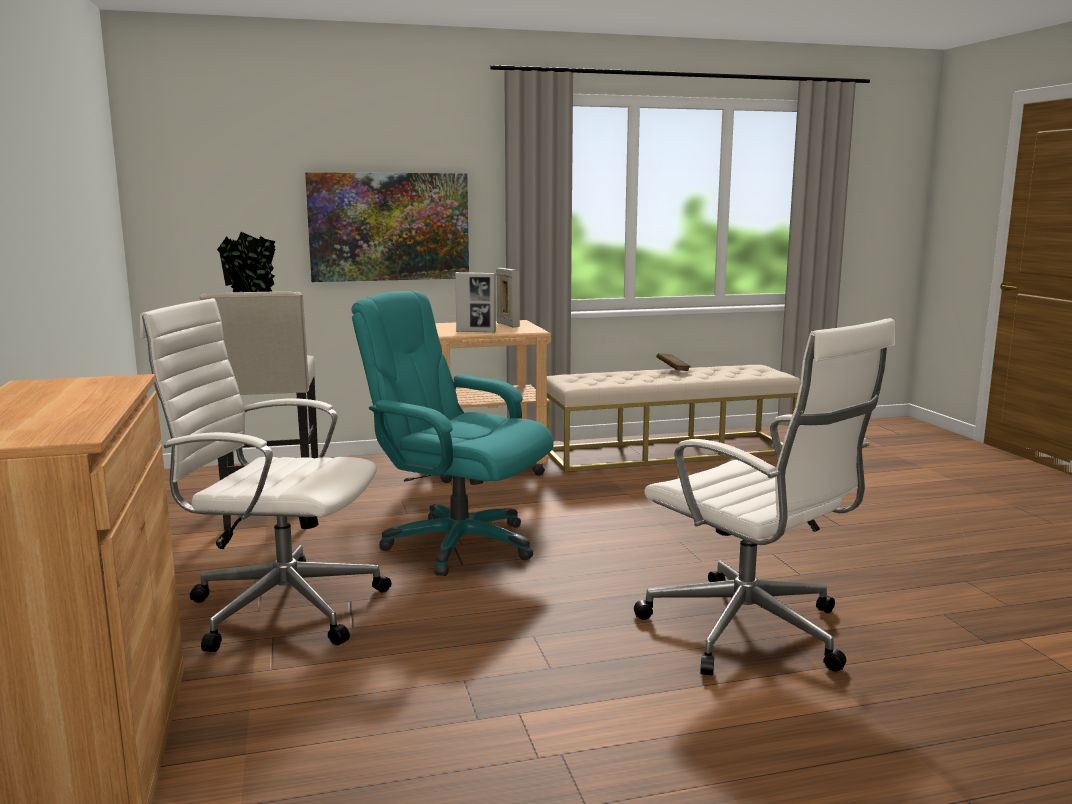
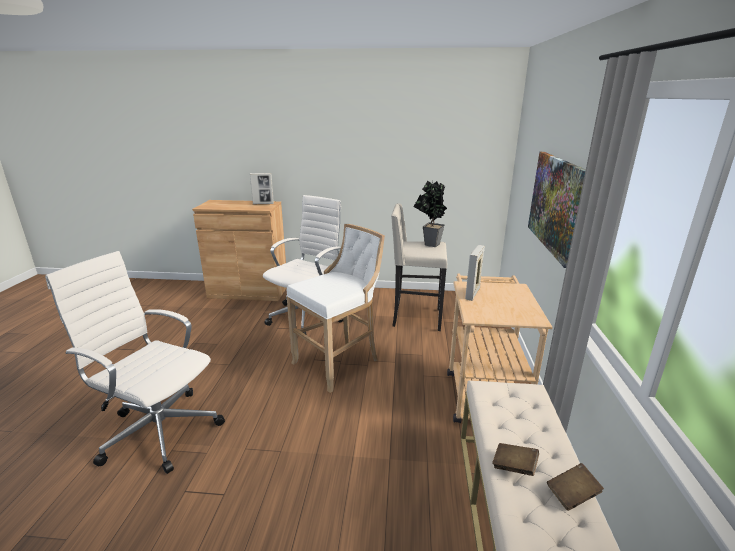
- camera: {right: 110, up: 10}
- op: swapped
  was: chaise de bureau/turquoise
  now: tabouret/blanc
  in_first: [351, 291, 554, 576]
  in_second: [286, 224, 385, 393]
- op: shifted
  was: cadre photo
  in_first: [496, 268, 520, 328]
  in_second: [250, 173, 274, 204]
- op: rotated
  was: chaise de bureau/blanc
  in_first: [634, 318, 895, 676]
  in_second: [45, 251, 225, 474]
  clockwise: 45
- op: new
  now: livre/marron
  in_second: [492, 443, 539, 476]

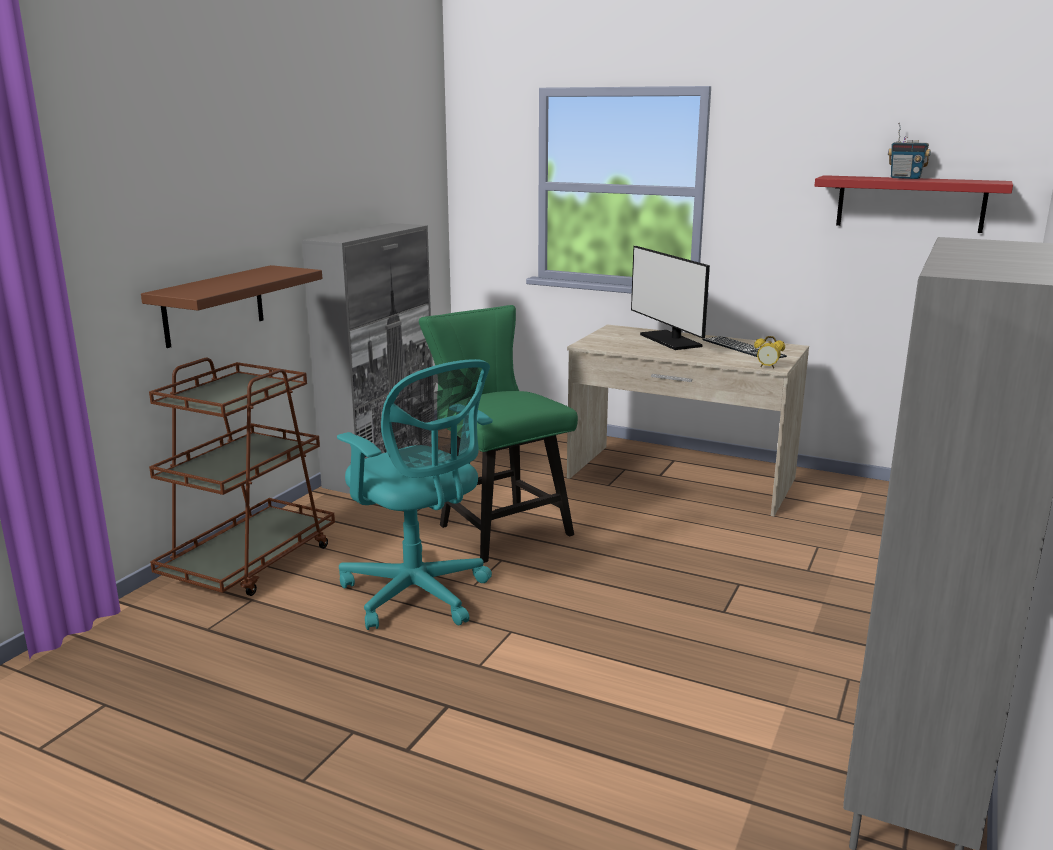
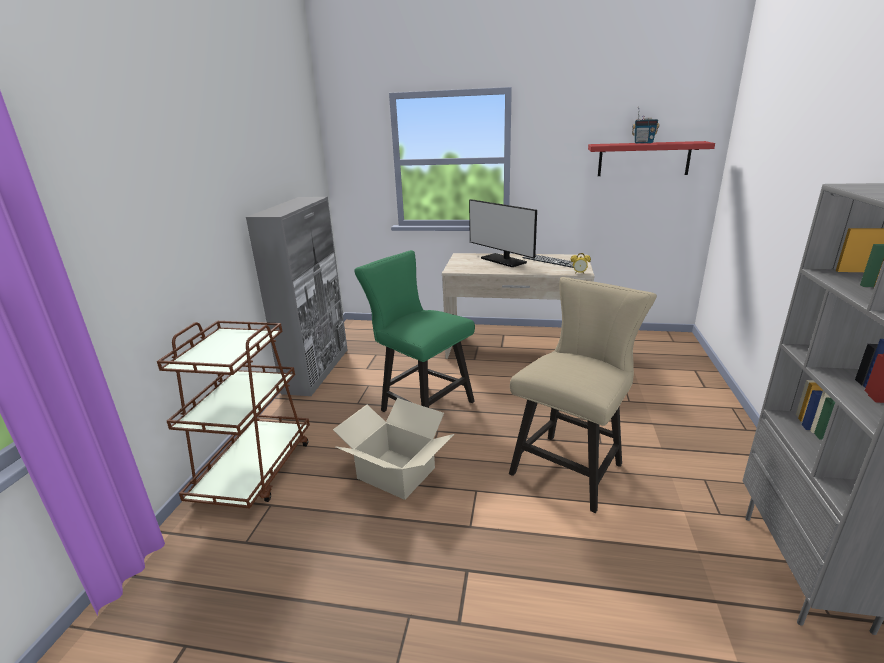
- camera: {right: -15, up: 5}
- op: gone
  was: étagère/marron
  in_first: [141, 265, 322, 348]
- op: swapped
  was: chaise de bureau/turquoise
  now: carton
  in_first: [337, 359, 493, 630]
  in_second: [333, 398, 454, 500]
- op: new
  now: chaise/beige
  in_second: [509, 277, 657, 513]

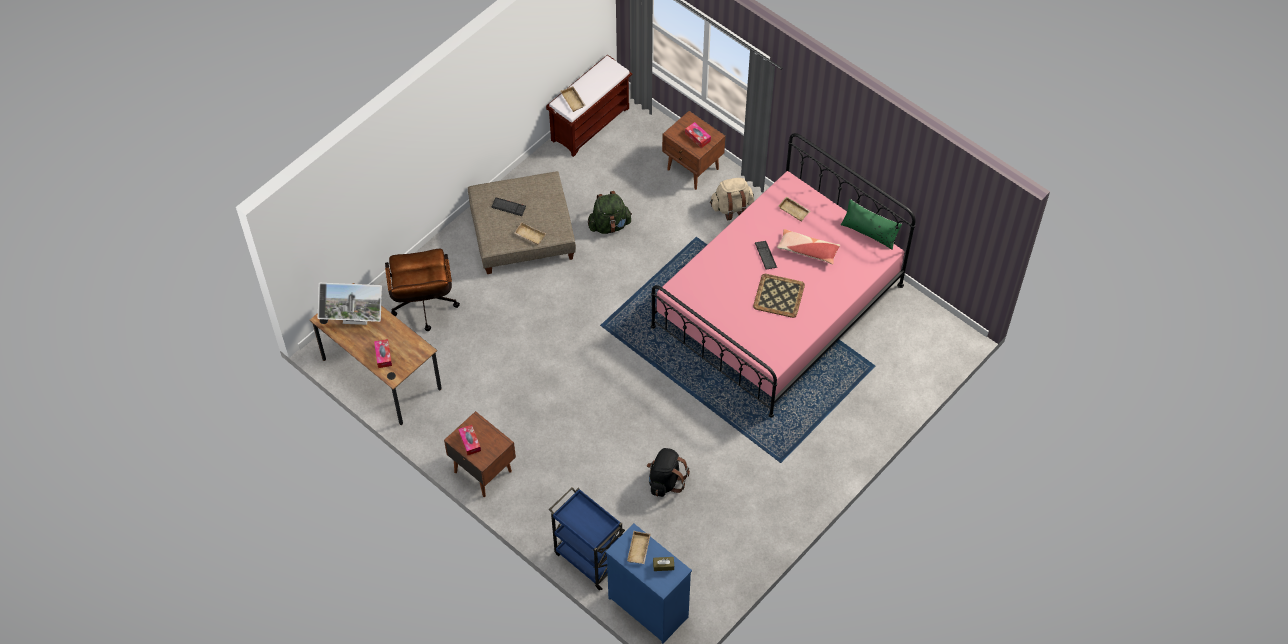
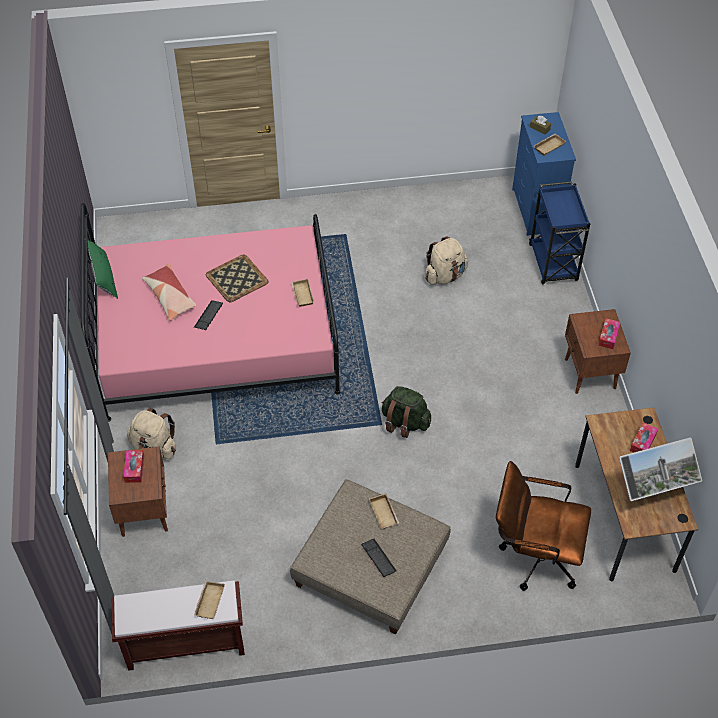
- camera: {right: -140, up: -5}
- op: rotated
  was: écran d'ordinateur
  in_first: [318, 283, 382, 325]
  in_second: [619, 438, 702, 501]
  clockwise: 120
- op: rotated
  was: chaise de bureau/marron
  in_first: [385, 249, 460, 331]
  in_second: [496, 461, 591, 591]
  clockwise: -105
- op: shifted
  was: sac à dos/vert
  in_first: [588, 191, 632, 234]
  in_second: [382, 386, 431, 438]
- op: repainted
  was: sac à dos/noir
  now: sac à dos/beige
  in_first: [647, 448, 690, 497]
  in_second: [424, 236, 468, 285]
- op: shifted
  was: plateau/beige
  in_first: [778, 196, 810, 222]
  in_second: [291, 279, 314, 307]

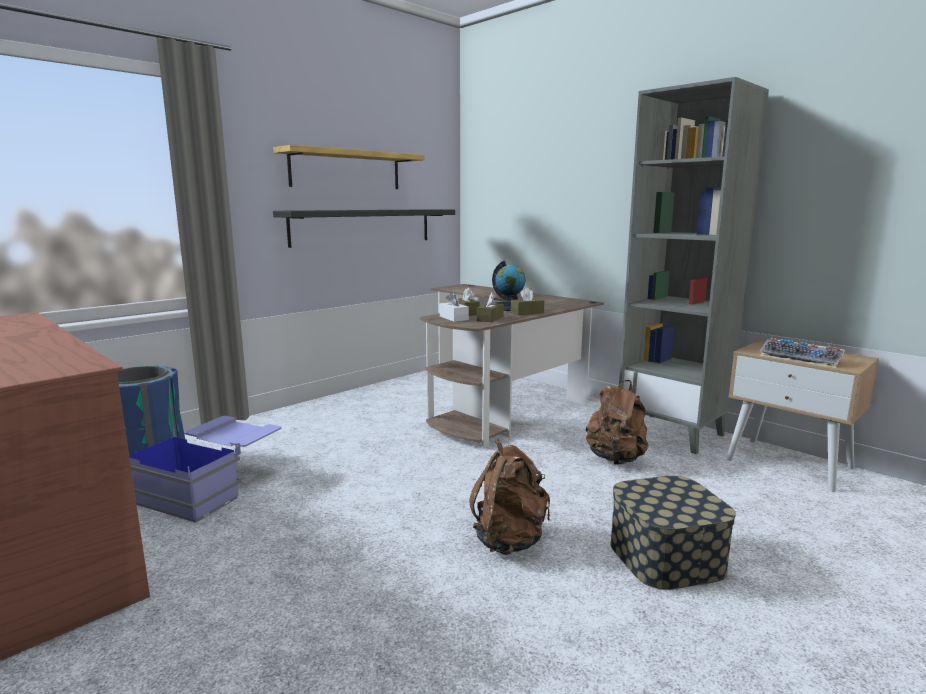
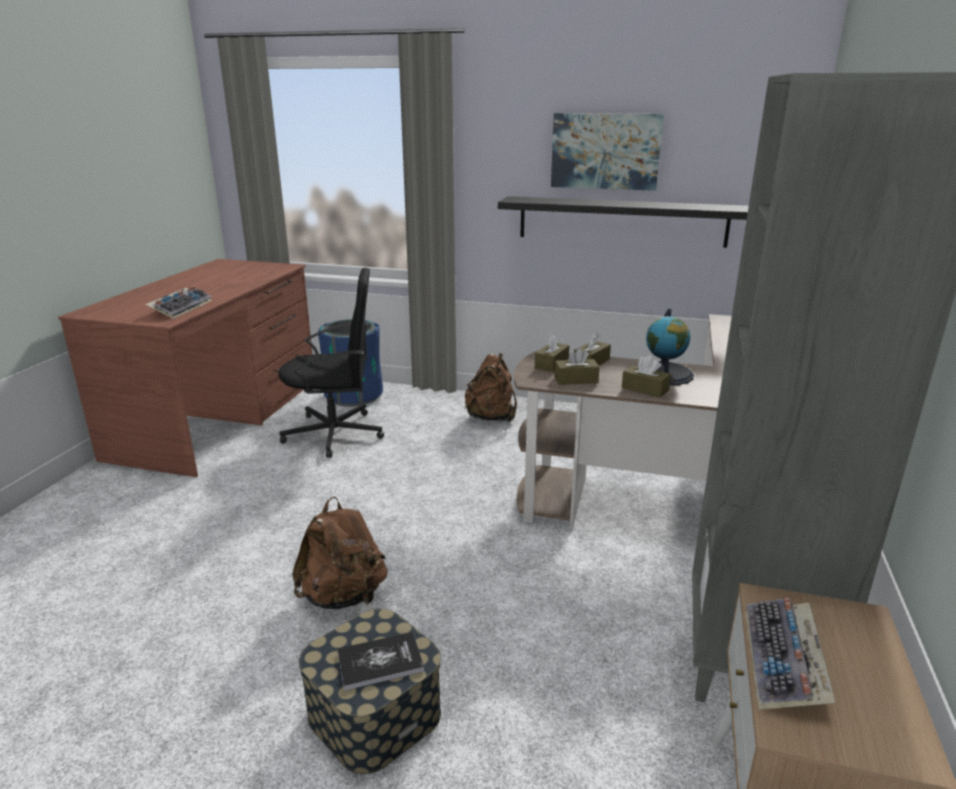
- camera: {right: 60, up: 10}
- op: swapped
  was: boîte de rangement/bleu
  now: chaise de bureau/noir
  in_first: [129, 416, 282, 523]
  in_second: [278, 268, 384, 458]
- op: swapped
  was: étagère
  now: tableau
  in_first: [273, 145, 425, 189]
  in_second: [551, 113, 664, 191]
- op: repainted
  was: boîte à mouchoirs/blanc
  now: boîte à mouchoirs/marron
  in_first: [440, 292, 469, 322]
  in_second: [535, 333, 569, 372]
- op: shifted
  was: sac à dos/marron
  in_first: [586, 380, 648, 465]
  in_second: [464, 353, 517, 422]
- op: new
  now: clavier
  in_second: [145, 286, 212, 319]
- op: new
  now: livre
  in_second: [337, 632, 424, 691]

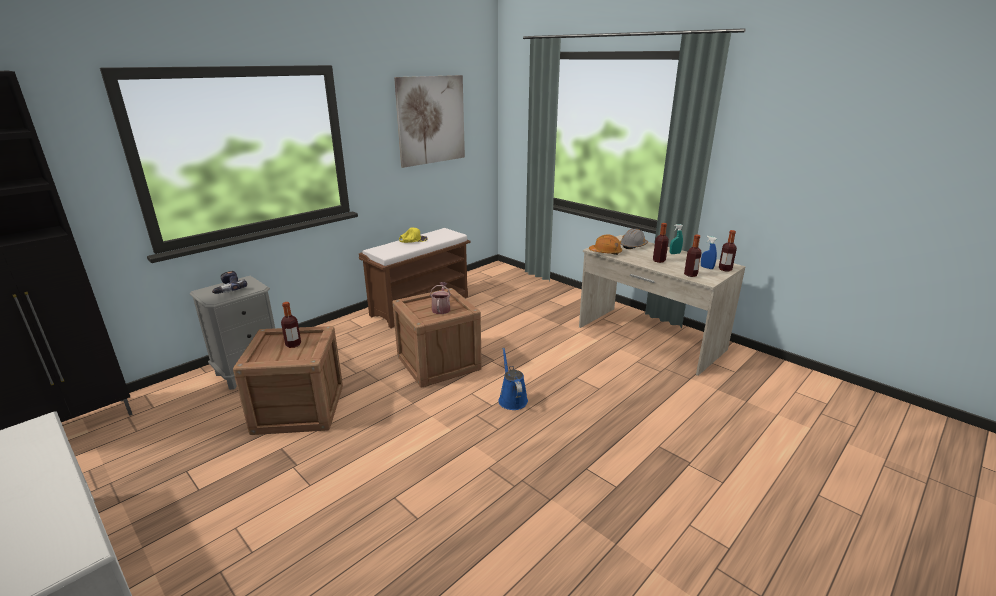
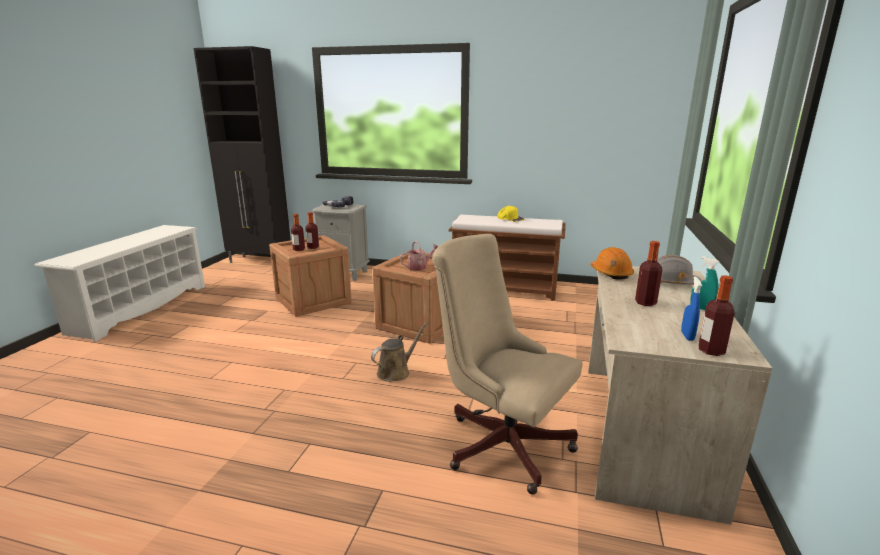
- camera: {right: 60, up: -5}
- op: gone
  was: tableau
  in_first: [394, 75, 465, 168]
- op: repainted
  was: arrosoir/bleu
  now: arrosoir/marron
  in_first: [498, 347, 528, 410]
  in_second: [371, 322, 428, 382]
- op: shifted
  was: bouteille
  in_first: [684, 235, 702, 277]
  in_second: [291, 214, 305, 251]
- op: new
  now: chaise de bureau/beige
  in_second: [432, 234, 583, 495]

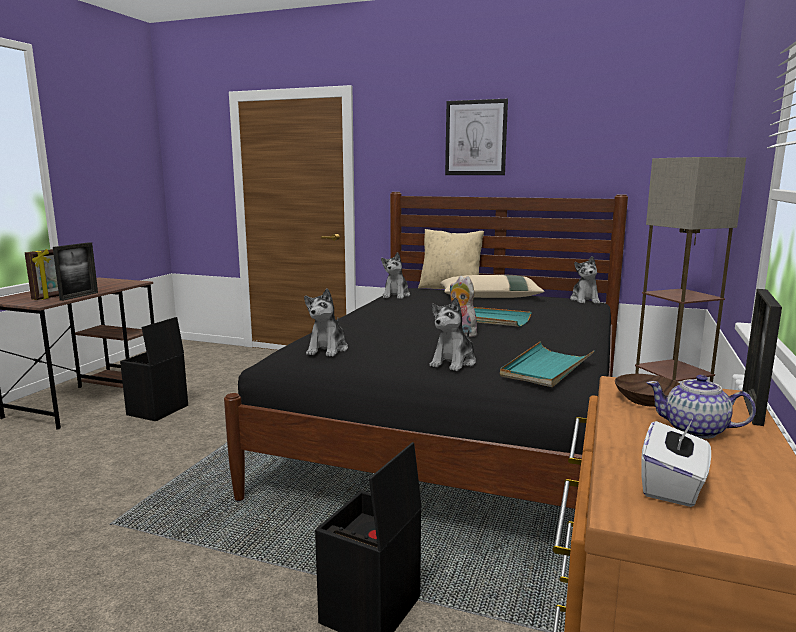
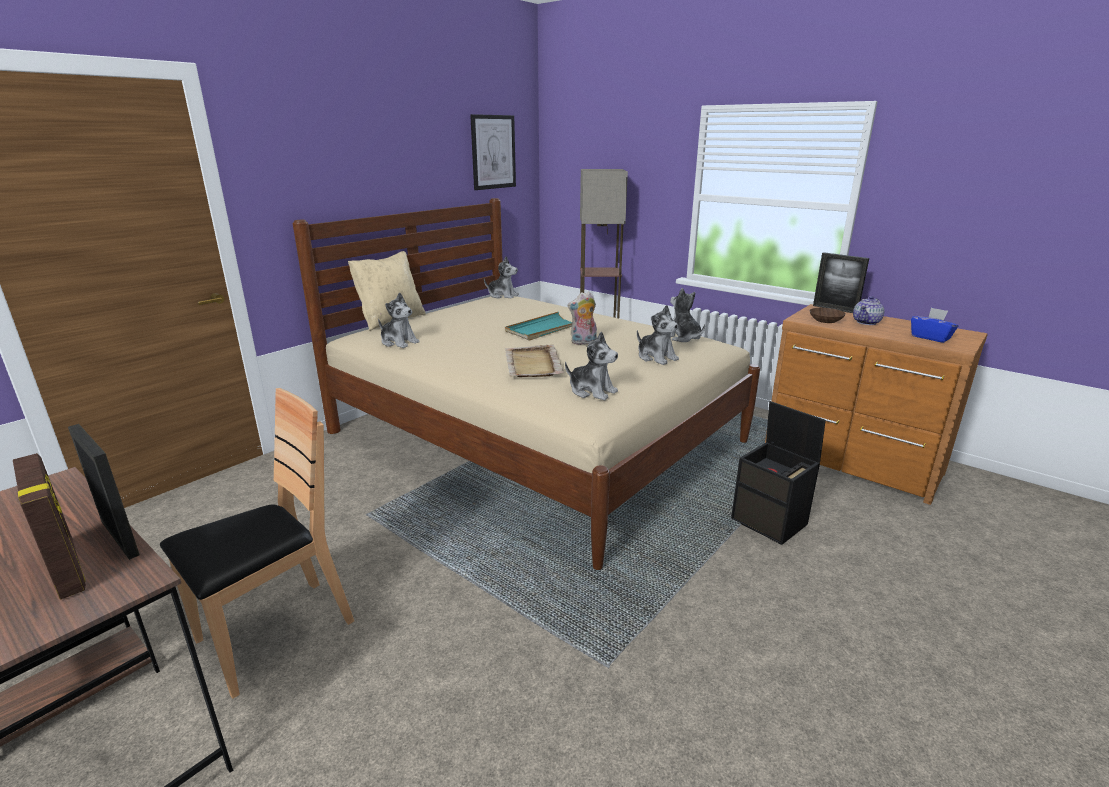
- camera: {right: -70, up: 10}
- op: swapped
  was: boîte de rangement/noir
  now: chaise/marron
  in_first: [120, 317, 188, 421]
  in_second: [160, 388, 354, 699]
- op: repainted
  was: lit/noir
  now: lit/beige
  in_first: [224, 192, 628, 509]
  in_second: [293, 198, 760, 570]
- op: gone
  was: coussin/beige
  in_first: [440, 275, 545, 298]
- op: shifted
  was: tableau
  in_first: [445, 99, 508, 175]
  in_second: [470, 114, 516, 190]
- op: swapped
  was: plateau/turquoise
  now: peluche
  in_first: [500, 341, 595, 387]
  in_second: [670, 288, 705, 342]
- op: repainted
  was: boîte à mouchoirs/blanc
  now: boîte à mouchoirs/bleu
  in_first: [641, 417, 711, 507]
  in_second: [911, 307, 959, 343]
- op: new
  now: plateau/beige
  in_second: [505, 345, 565, 377]

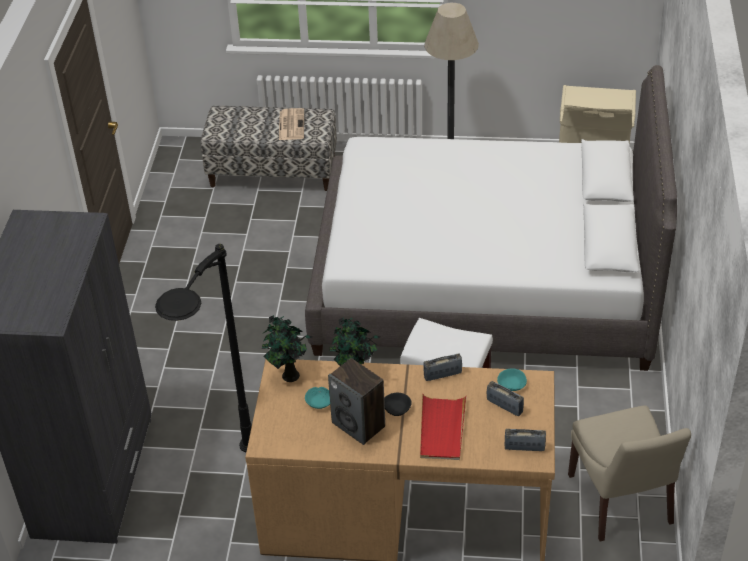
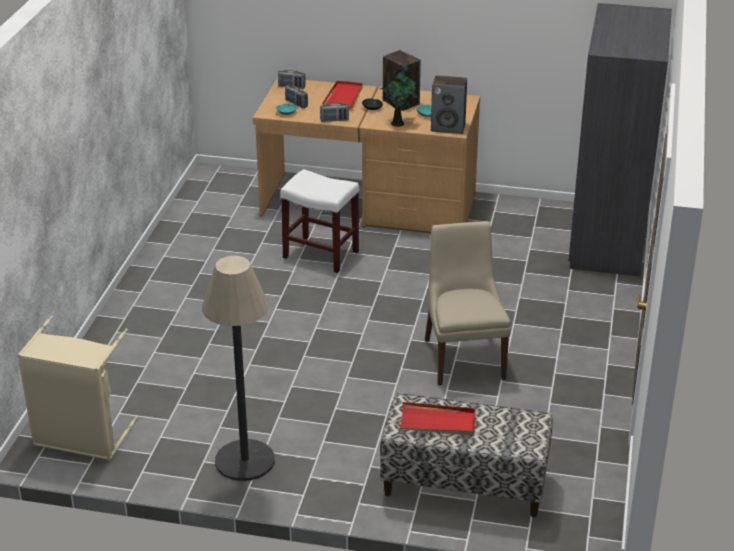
- camera: {right: -175, up: -10}
- op: gone
  was: lampadaire/noir
  in_first: [155, 244, 252, 452]
- op: swapped
  was: plante en pot
  now: enceinte
  in_first: [262, 315, 313, 382]
  in_second: [431, 75, 467, 134]
- op: swapped
  was: journal
  now: plateau/rouge
  in_first: [279, 108, 304, 140]
  in_second: [400, 402, 475, 436]
- op: gone
  was: lit/blanc
  in_first: [305, 65, 677, 371]
- op: shifted
  was: chaise/beige
  in_first: [568, 406, 691, 542]
  in_second: [425, 221, 511, 385]

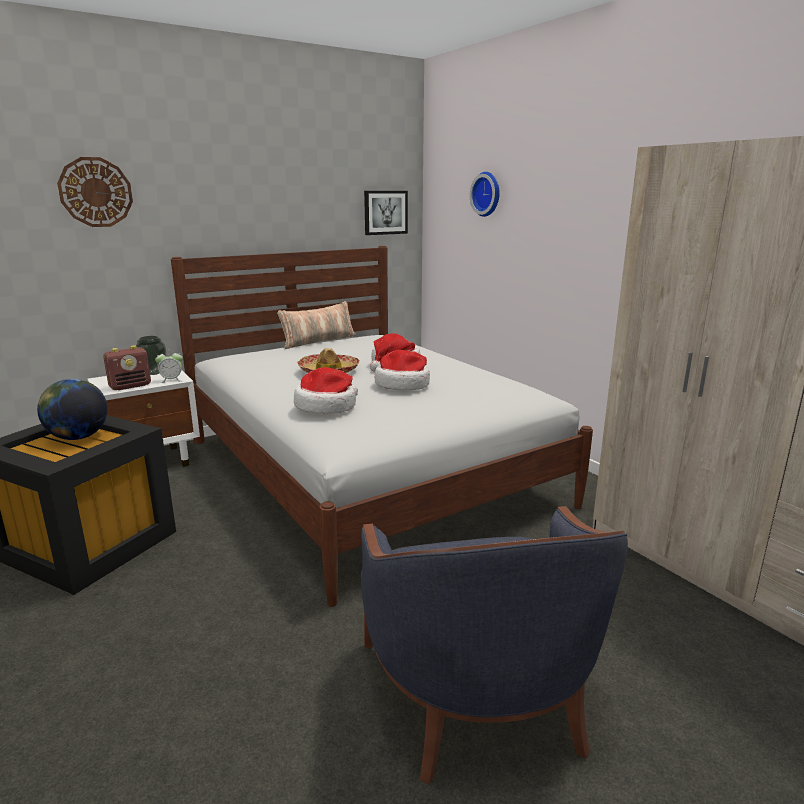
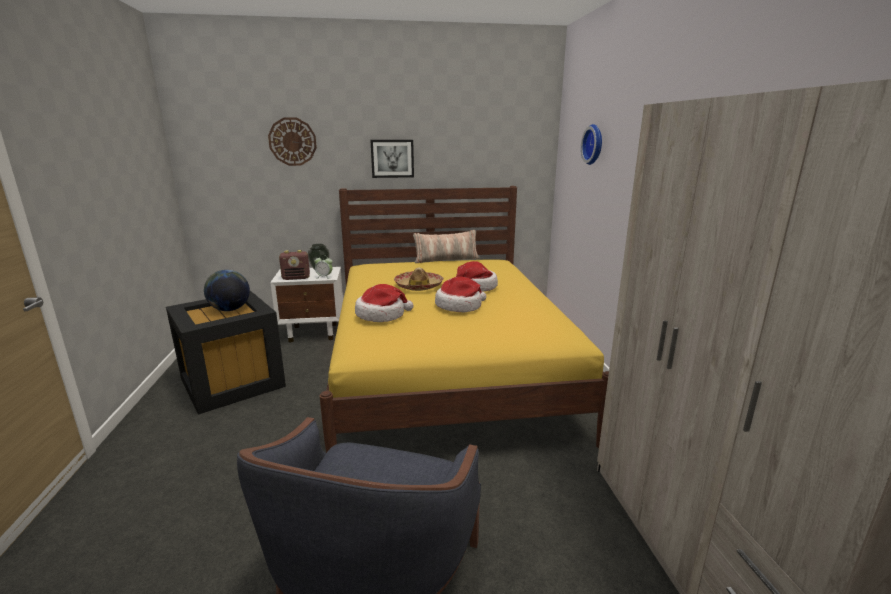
- camera: {right: 25, up: 0}
- op: repainted
  was: lit/blanc
  now: lit/jaune
  in_first: [171, 246, 593, 607]
  in_second: [320, 186, 609, 453]
- op: shifted
  was: tableau
  in_first: [364, 191, 408, 235]
  in_second: [370, 140, 414, 178]

